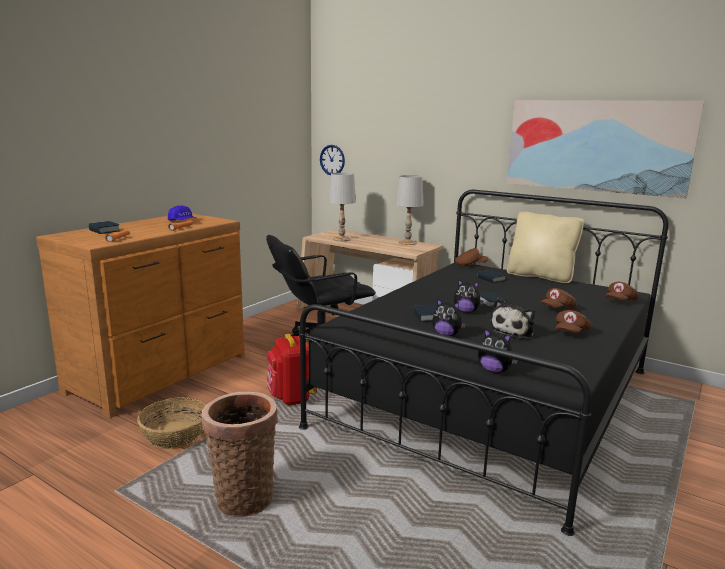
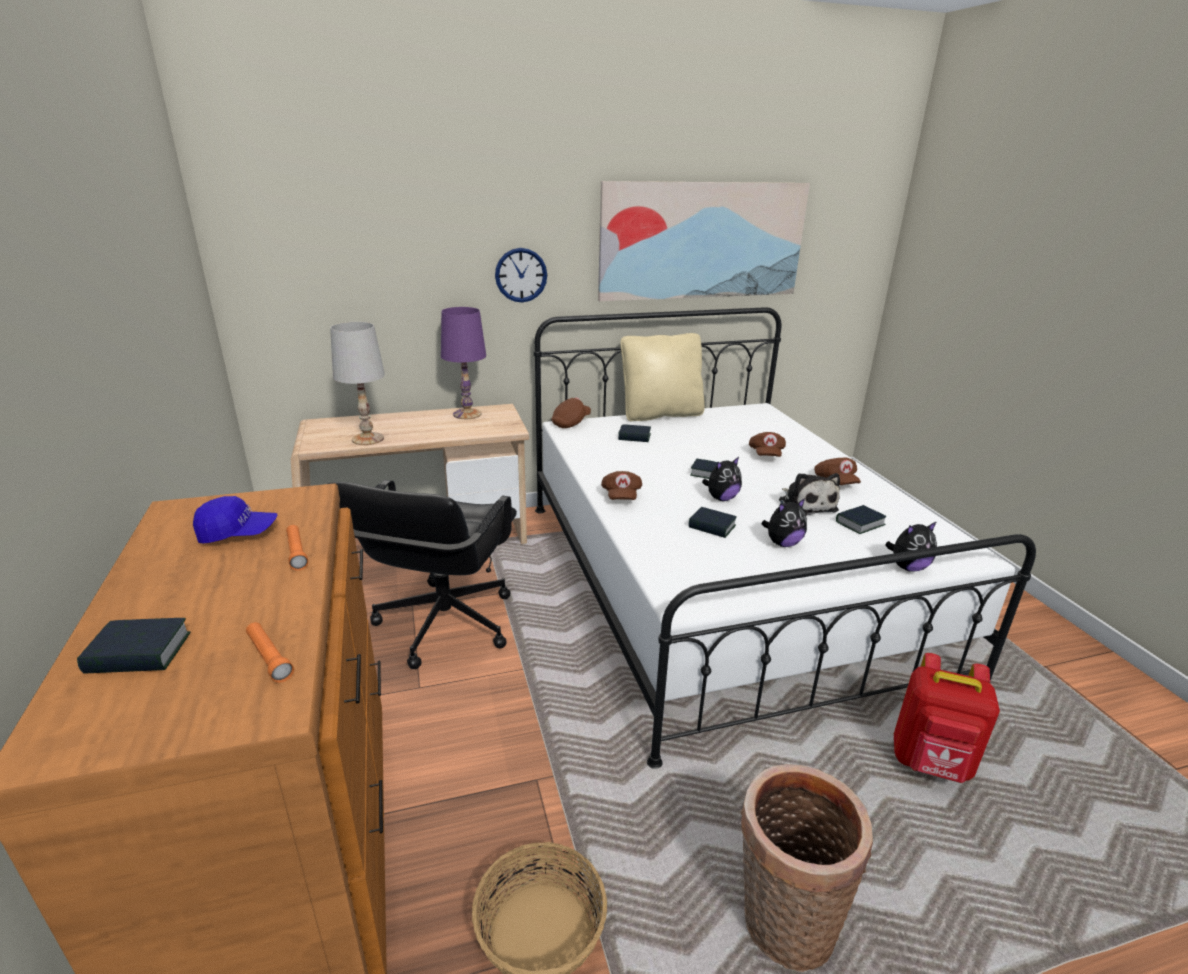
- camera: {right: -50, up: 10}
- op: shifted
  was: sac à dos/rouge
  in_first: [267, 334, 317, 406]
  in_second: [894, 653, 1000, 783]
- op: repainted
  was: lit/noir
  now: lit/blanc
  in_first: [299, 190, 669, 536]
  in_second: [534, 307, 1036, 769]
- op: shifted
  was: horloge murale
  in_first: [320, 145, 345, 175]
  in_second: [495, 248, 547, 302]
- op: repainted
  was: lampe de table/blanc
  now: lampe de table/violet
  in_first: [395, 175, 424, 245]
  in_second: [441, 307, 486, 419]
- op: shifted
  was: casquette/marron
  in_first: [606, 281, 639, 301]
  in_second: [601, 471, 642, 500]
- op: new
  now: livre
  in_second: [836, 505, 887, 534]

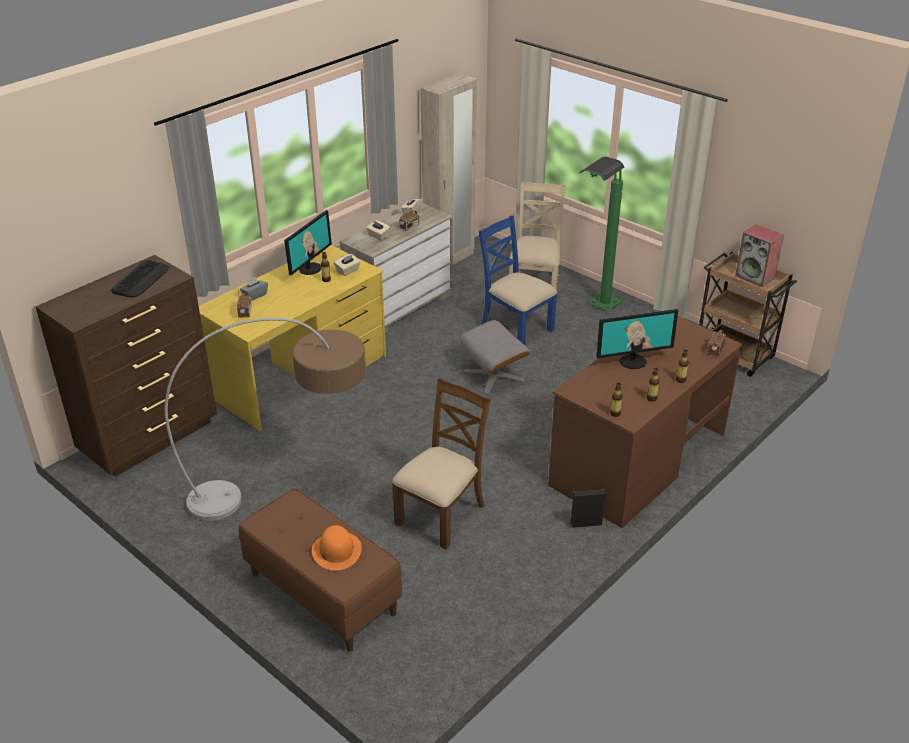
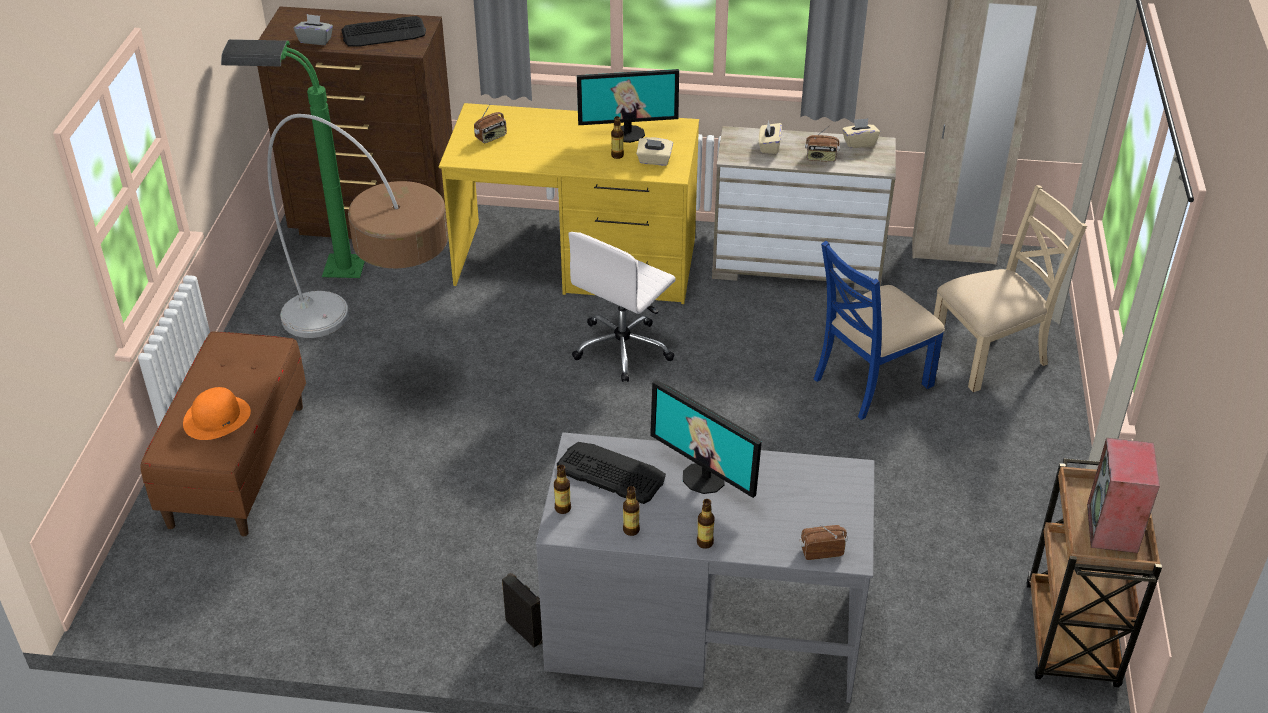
- camera: {right: 55, up: 5}
- op: shifted
  was: boîte à mouchoirs/gris
  in_first: [240, 277, 268, 301]
  in_second: [294, 14, 333, 45]
- op: gone
  was: chaise/marron
  in_first: [392, 378, 491, 549]
- op: gone
  was: pouf/gris
  in_first: [460, 320, 530, 394]
- op: rotated
  was: chaise/bleu
  in_first: [478, 215, 557, 345]
  in_second: [813, 241, 945, 420]
  clockwise: -135
- op: repainted
  was: bureau/marron
  now: bureau/gris
  in_first: [548, 316, 743, 528]
  in_second: [536, 432, 874, 703]
- op: shifted
  was: lampadaire/vert
  in_first: [580, 156, 624, 311]
  in_second: [221, 39, 365, 278]
- op: new
  now: clavier
  in_second: [557, 442, 666, 504]
- op: new
  now: chaise de bureau/blanc
  in_second: [568, 232, 676, 382]

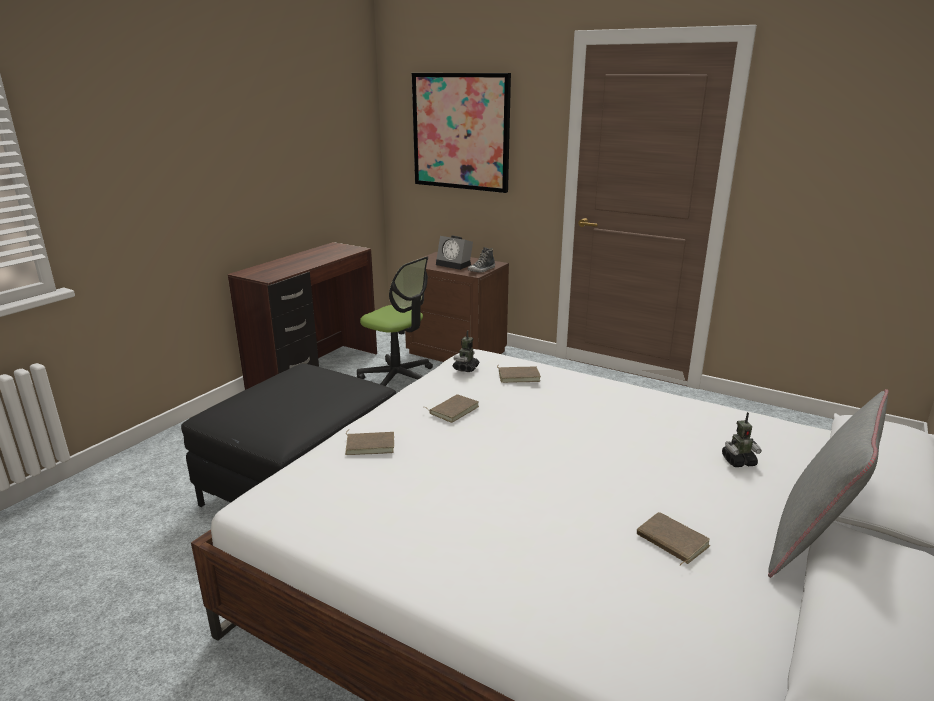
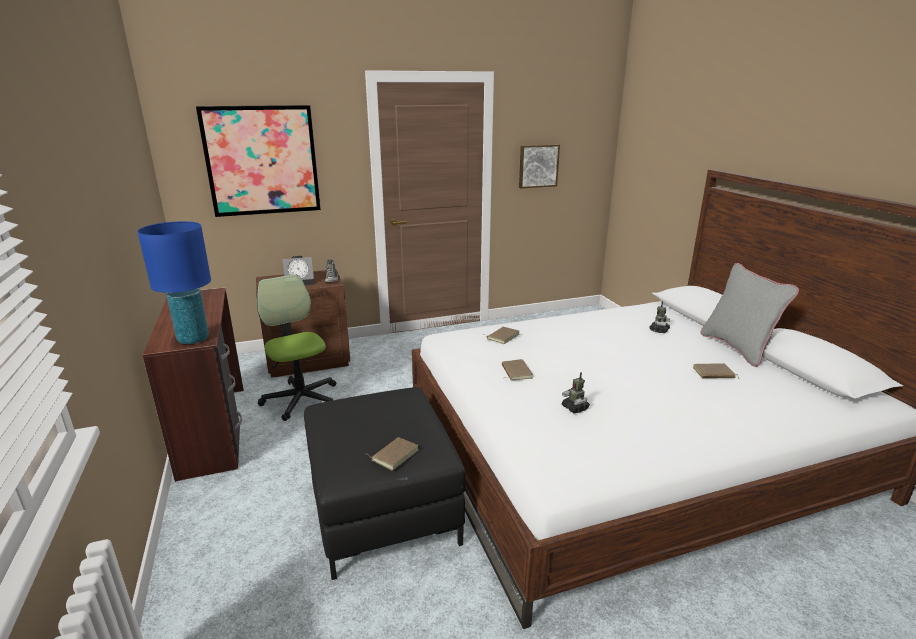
- camera: {right: -50, up: 0}
- op: shifted
  was: livre/marron
  in_first: [345, 429, 394, 455]
  in_second: [367, 437, 419, 471]
- op: rotated
  was: chaise de bureau
  in_first: [357, 256, 433, 386]
  in_second: [257, 274, 336, 421]
  clockwise: -105
- op: shifted
  was: robot jouet
  in_first: [453, 331, 479, 372]
  in_second: [562, 372, 590, 413]
- op: new
  now: lampe de table/bleu
  in_second: [137, 221, 211, 344]
- op: new
  now: tableau
  in_second: [519, 144, 560, 188]

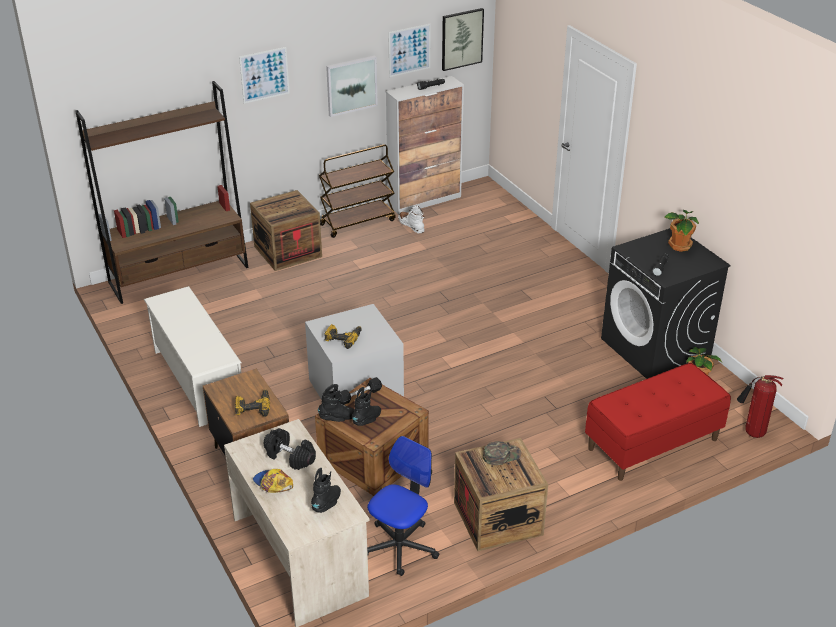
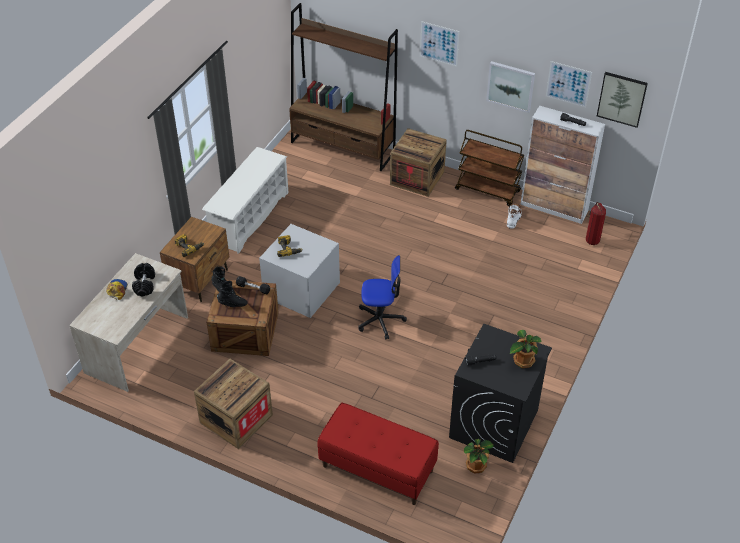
- camera: {right: 55, up: 10}
- op: gone
  was: botte/noir
  in_first: [311, 468, 341, 513]
- op: shifted
  was: chaise de bureau
  in_first: [367, 436, 439, 576]
  in_second: [358, 255, 407, 339]
- op: gone
  was: casquette/vert
  in_first: [483, 441, 521, 465]
- op: shifted
  was: extincteur
  in_first: [737, 375, 783, 438]
  in_second: [586, 202, 606, 245]

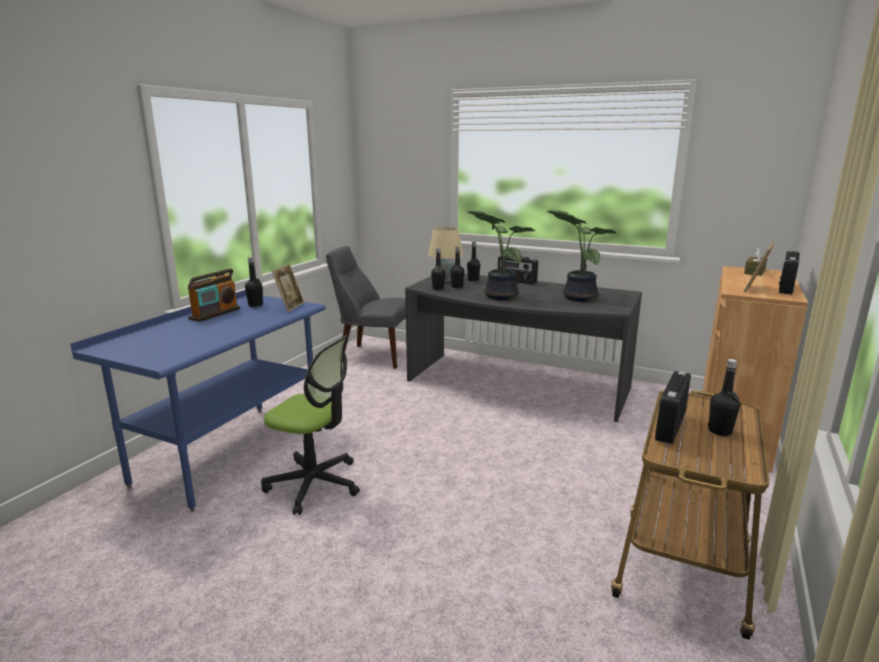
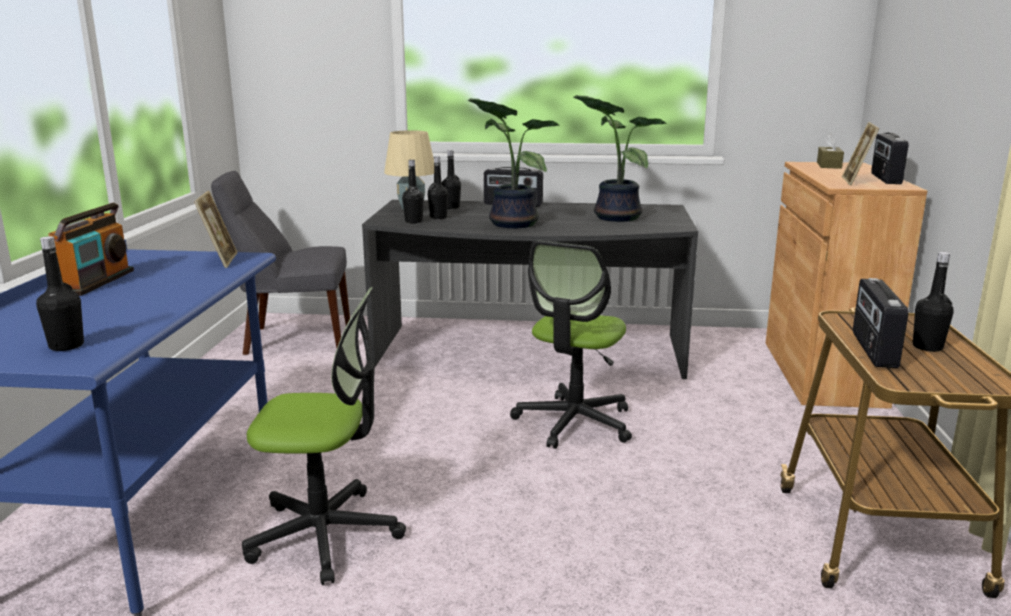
- camera: {right: -20, up: 0}
- op: shifted
  was: bouteille/noir
  in_first: [245, 257, 263, 307]
  in_second: [36, 236, 84, 351]
- op: new
  now: chaise de bureau
  in_second: [510, 241, 632, 449]

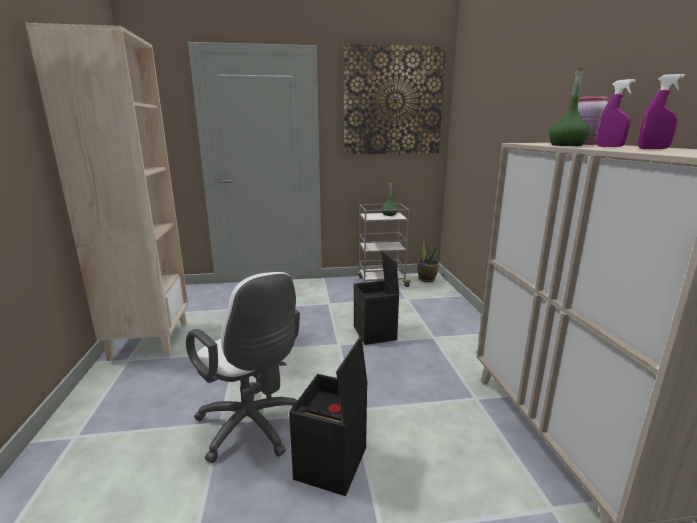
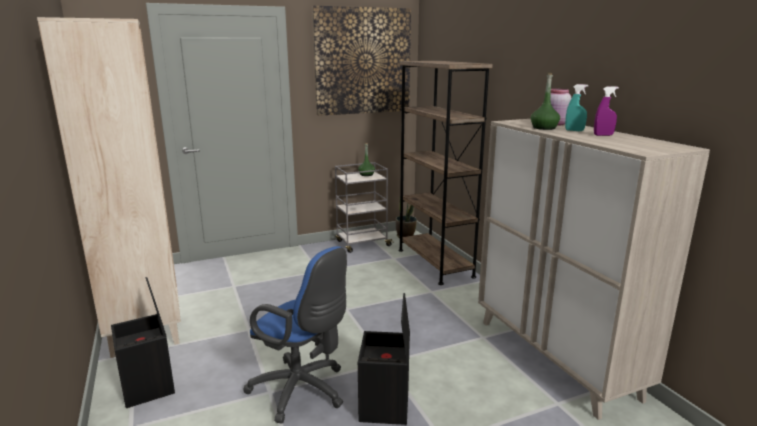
- camera: {right: -15, up: 0}
- op: repainted
  was: chaise de bureau/blanc
  now: chaise de bureau/bleu
  in_first: [186, 272, 300, 463]
  in_second: [243, 246, 347, 424]
- op: shifted
  was: boîte de rangement/noir
  in_first: [354, 251, 399, 345]
  in_second: [111, 277, 175, 408]
- op: repainted
  was: vaporisateur/violet
  now: vaporisateur/turquoise
  in_first: [597, 79, 636, 147]
  in_second: [565, 84, 588, 131]
- op: new
  now: bibliothèque/marron
  in_second: [399, 61, 493, 285]

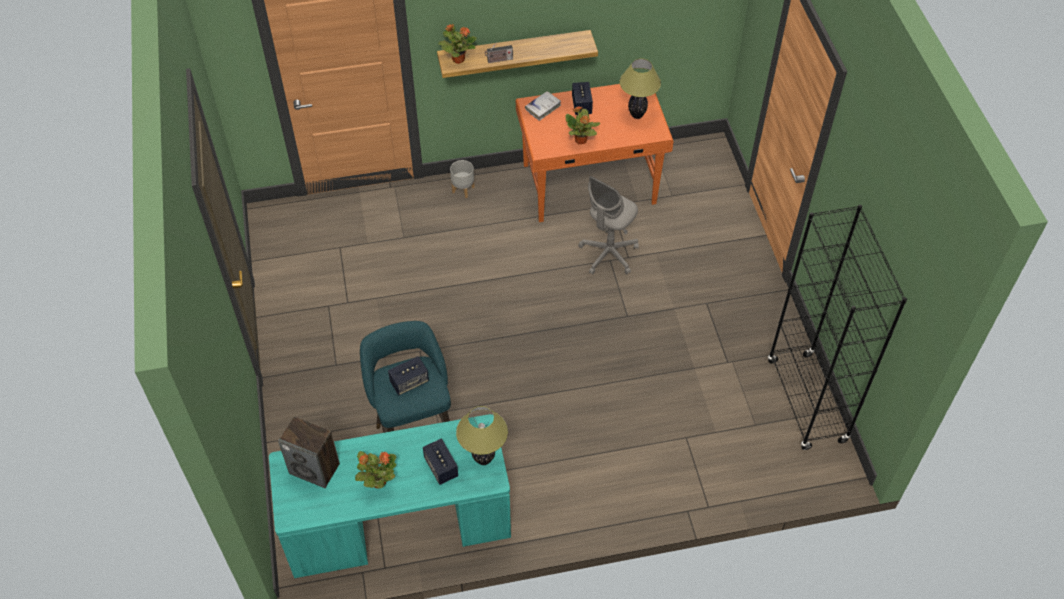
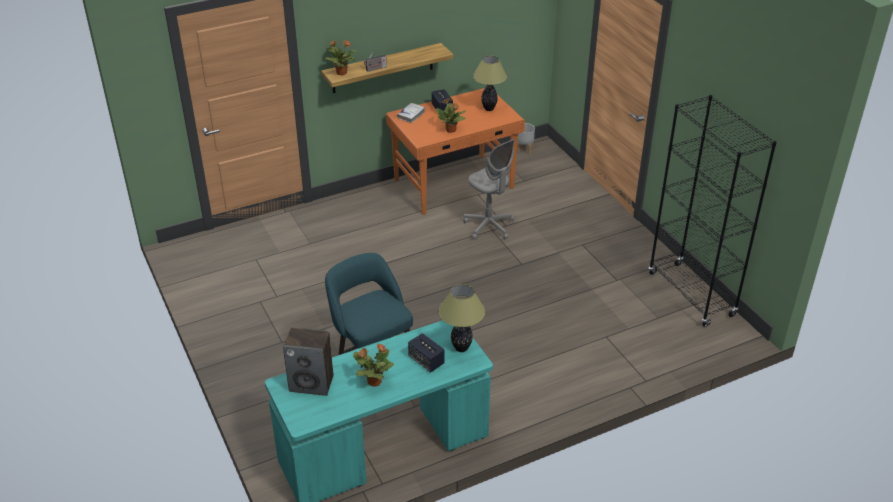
- camera: {right: -15, up: -15}
- op: gone
  was: enceinte
  in_first: [388, 356, 429, 395]
- op: shifted
  was: cache-pot/gris
  in_first: [450, 160, 475, 198]
  in_second: [517, 123, 535, 154]
- op: rotated
  was: chaise de bureau/gris
  in_first: [578, 176, 639, 275]
  in_second: [463, 139, 515, 240]
  clockwise: -60

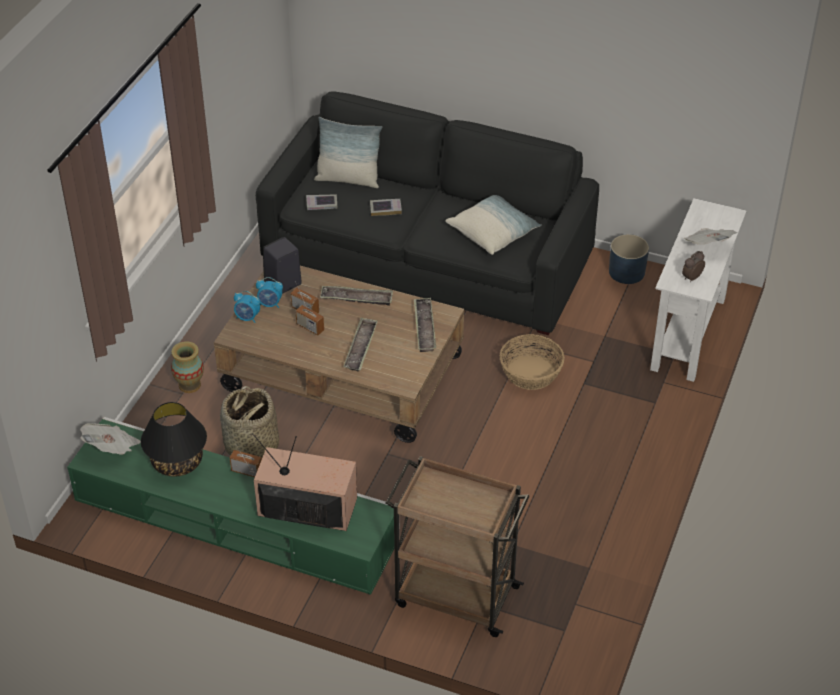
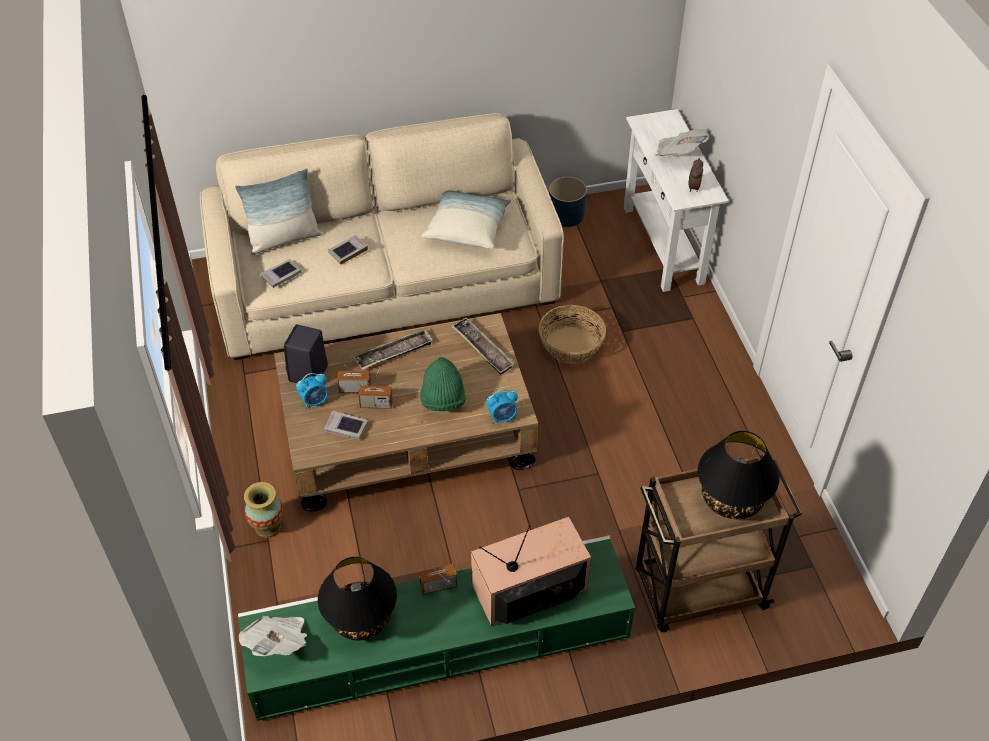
- camera: {right: -35, up: 5}
- op: gone
  was: panier
  in_first: [220, 386, 279, 457]
- op: shifted
  was: réveil
  in_first: [234, 291, 260, 323]
  in_second: [487, 389, 518, 424]
- op: repainted
  was: canapé/noir
  now: canapé/beige
  in_first: [256, 91, 599, 335]
  in_second: [200, 113, 564, 360]
- op: swapped
  was: plateau
  now: chapeau/vert
  in_first: [343, 318, 378, 371]
  in_second: [420, 357, 466, 411]
- op: new
  now: livre
  in_second: [324, 411, 368, 440]
- op: new
  now: lampe de table/noir
  in_second: [698, 431, 779, 519]

